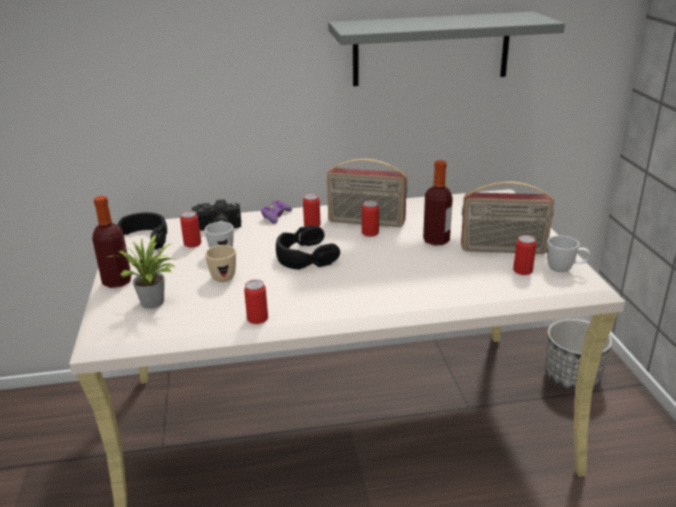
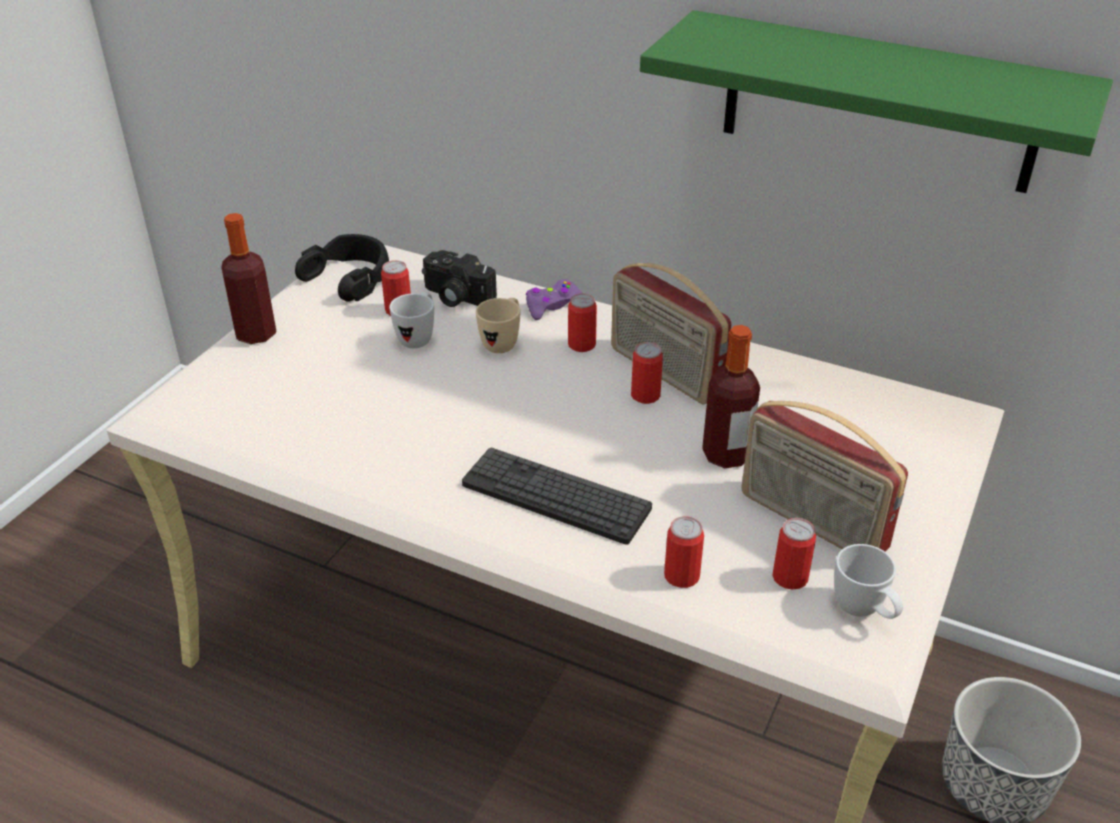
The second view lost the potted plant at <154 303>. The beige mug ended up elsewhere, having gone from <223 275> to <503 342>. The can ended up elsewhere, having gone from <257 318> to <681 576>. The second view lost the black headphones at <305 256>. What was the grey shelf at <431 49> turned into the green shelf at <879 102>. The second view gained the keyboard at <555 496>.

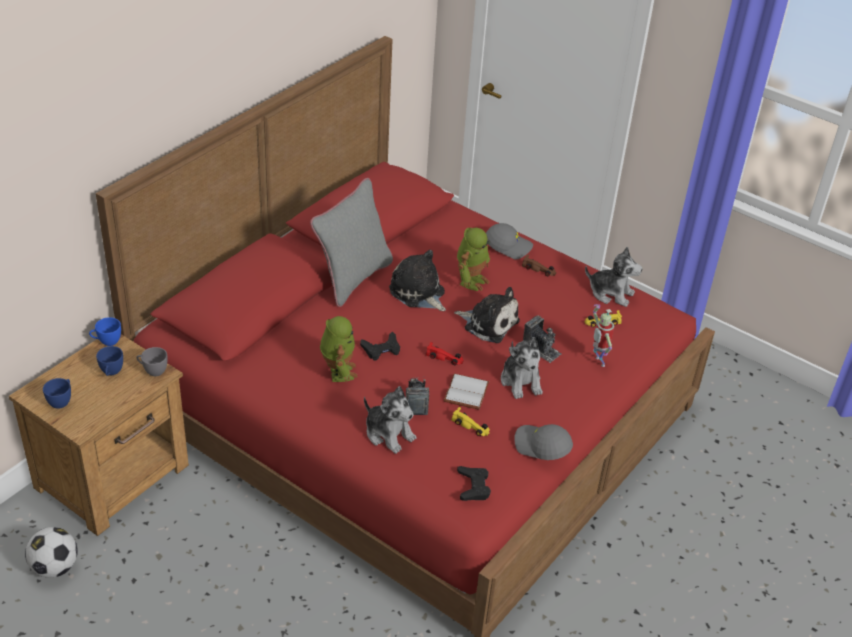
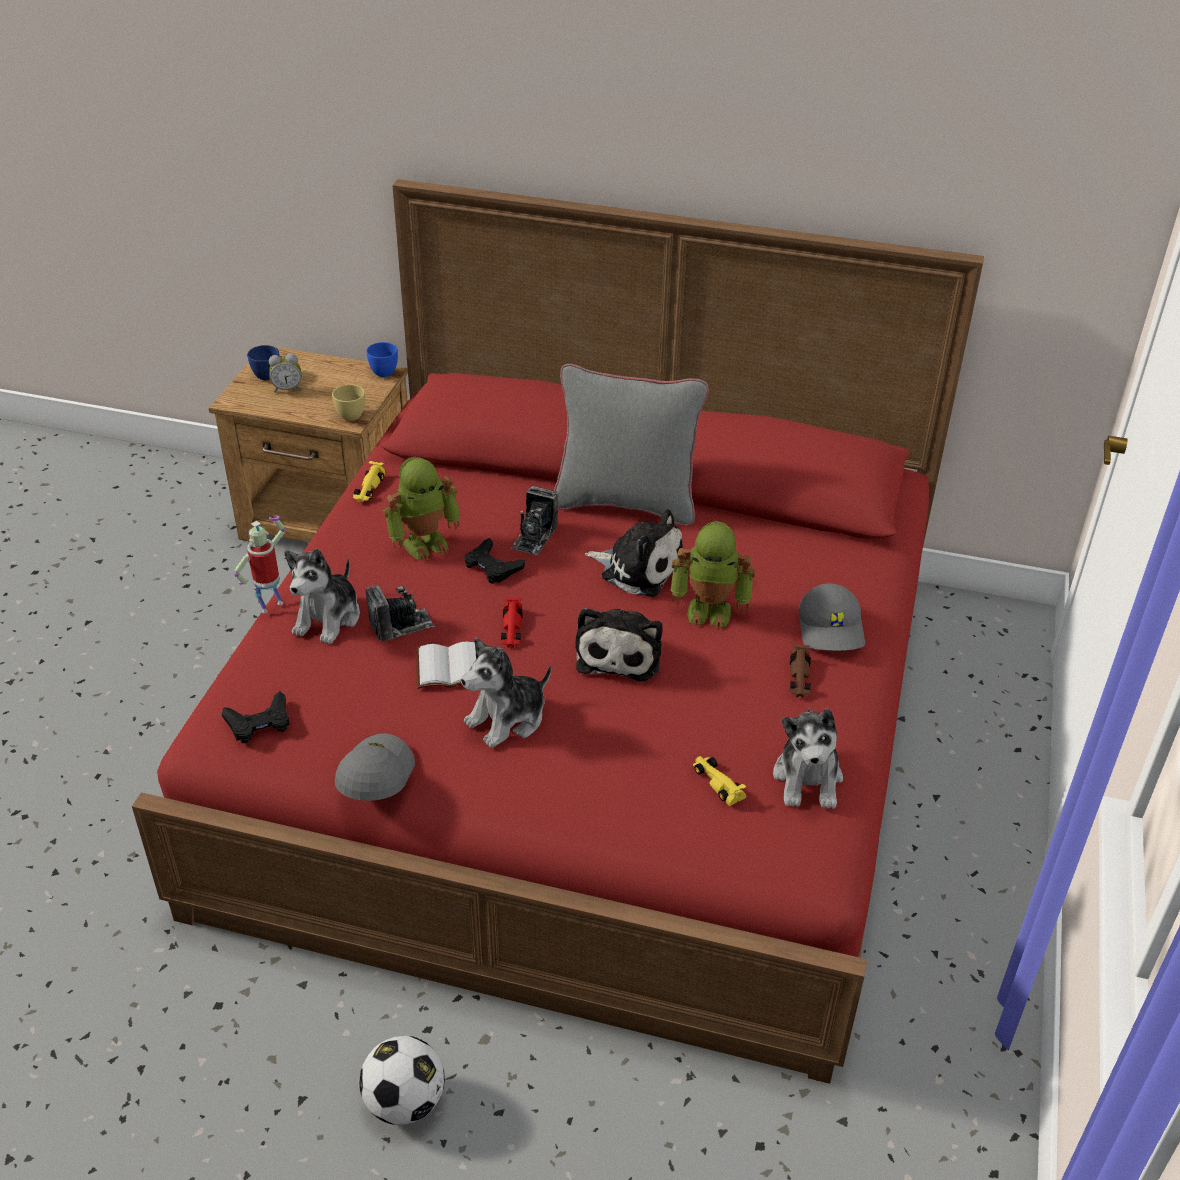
The football ended up elsewhere, having gone from <55 567> to <405 1102>. The second view lost the blue cup at <111 372>. What was the grey cup at <153 371> turned into the yellow cup at <351 413>. The plush toy at <418 293> ended up facing another way, 90 degrees clockwise from before. The yellow toy car ended up elsewhere, having gone from <471 426> to <369 488>. The photo camera ended up elsewhere, having gone from <541 349> to <534 537>. The toy robot ended up elsewhere, having gone from <597 362> to <271 605>. The second view gained the alarm clock at <287 389>.

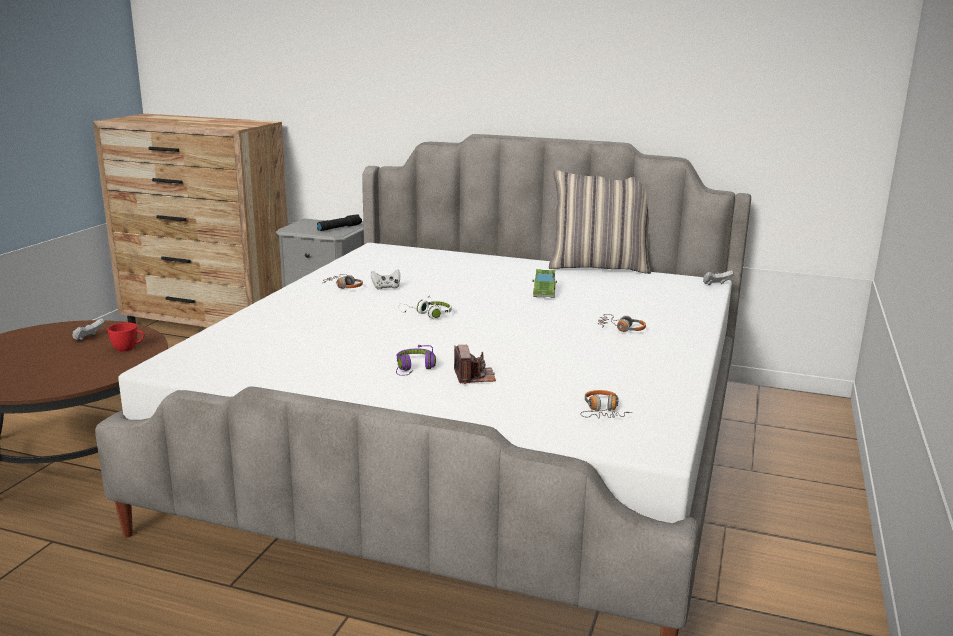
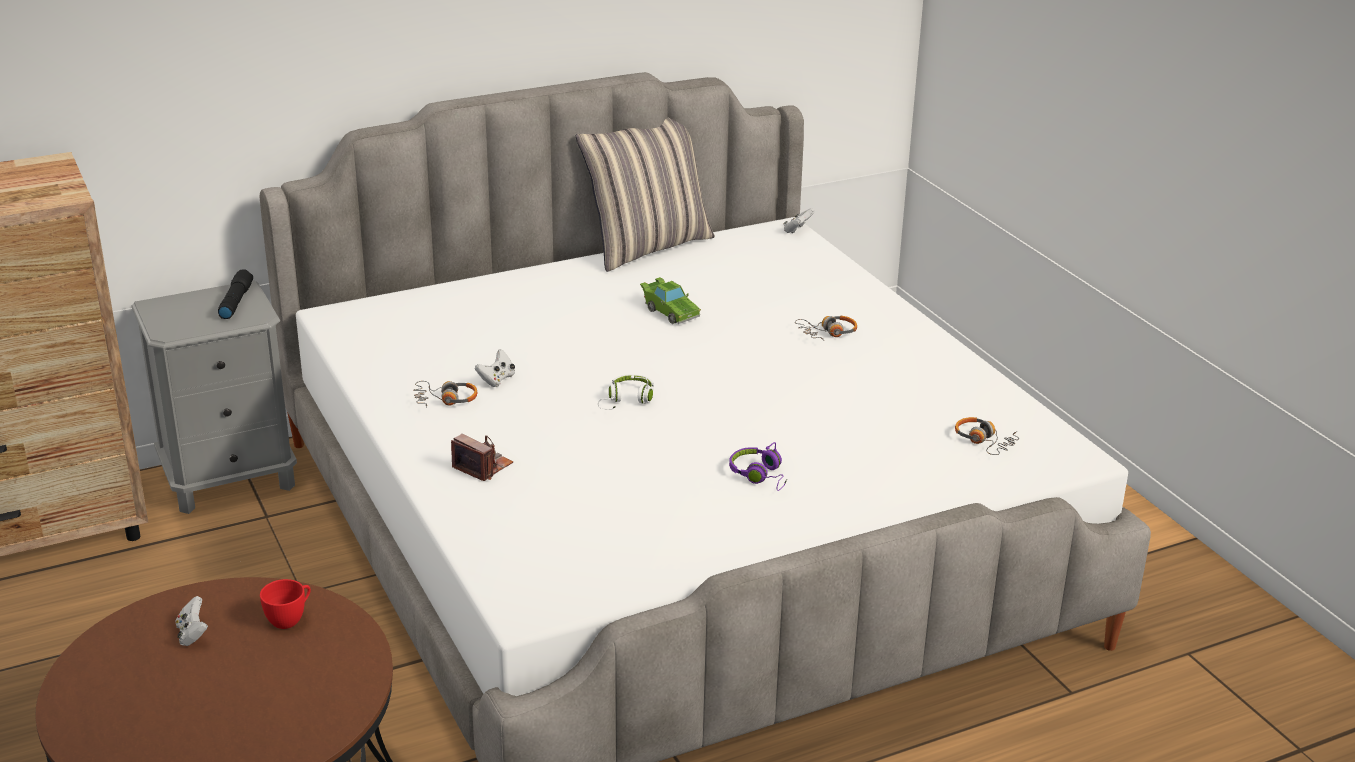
The photo camera ended up elsewhere, having gone from <474 377> to <483 467>.

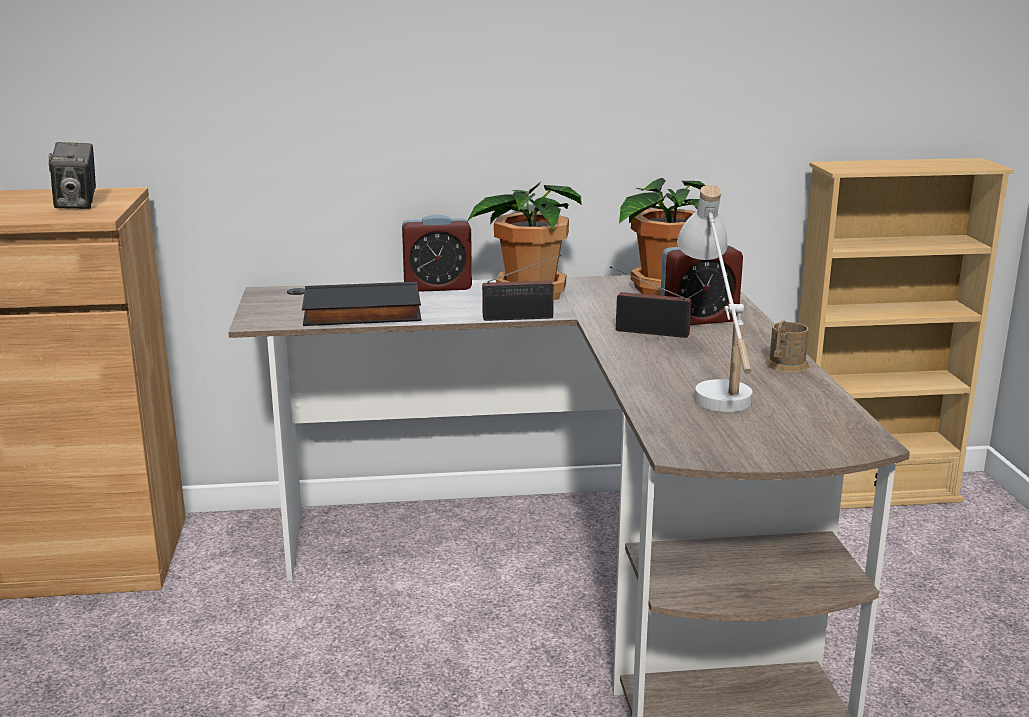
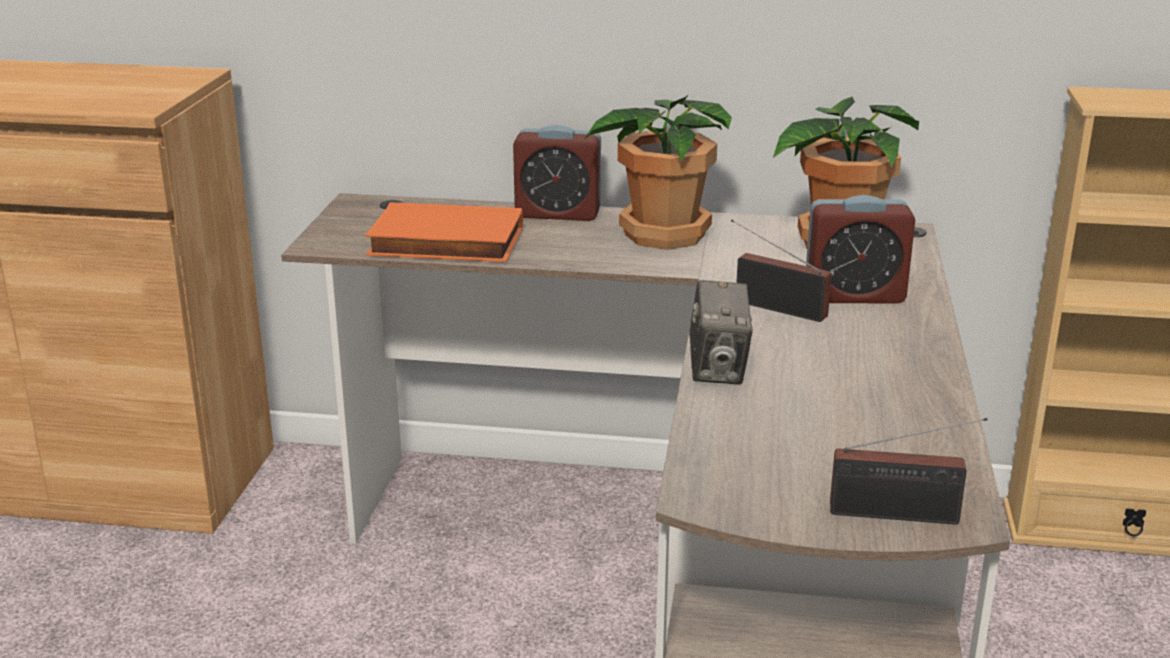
The photo camera ended up elsewhere, having gone from <77 205> to <718 370>. What was the black book at <361 313> turned into the orange book at <444 243>. The radio ended up elsewhere, having gone from <522 318> to <901 515>. The second view lost the white table lamp at <714 385>. The second view lost the brown mug at <784 366>.

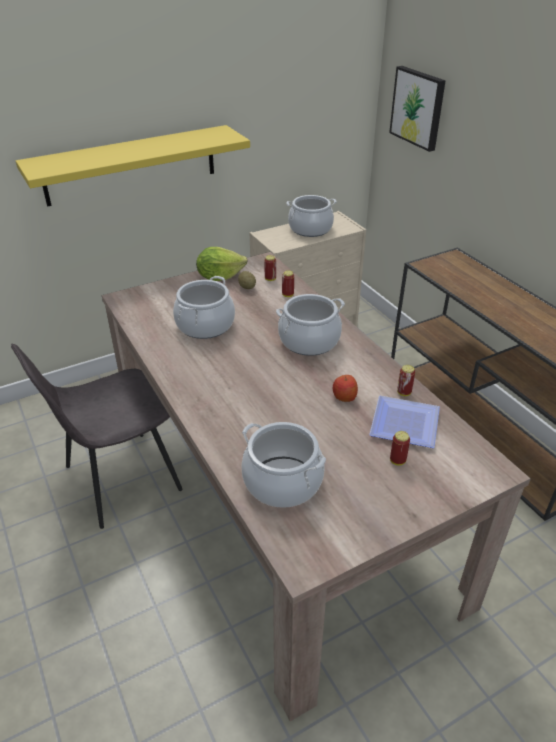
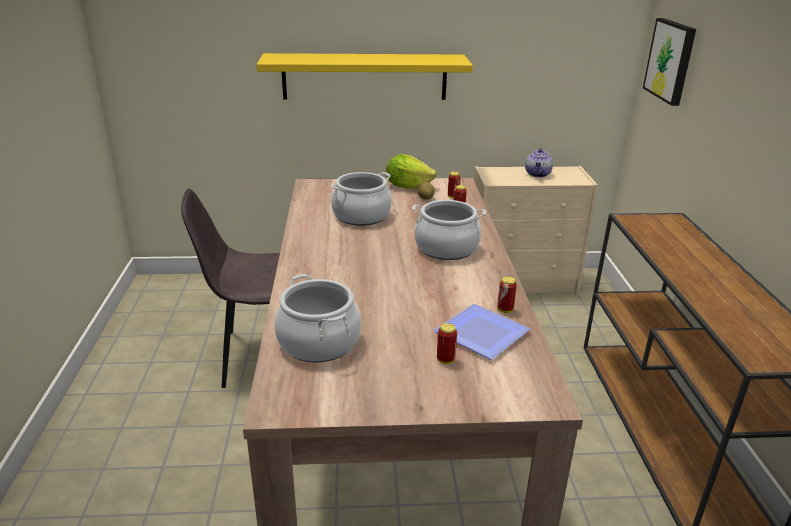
Where the cooking pot stood at <310 229>, the teapot came to stand at <538 174>. The second view lost the apple at <344 396>.

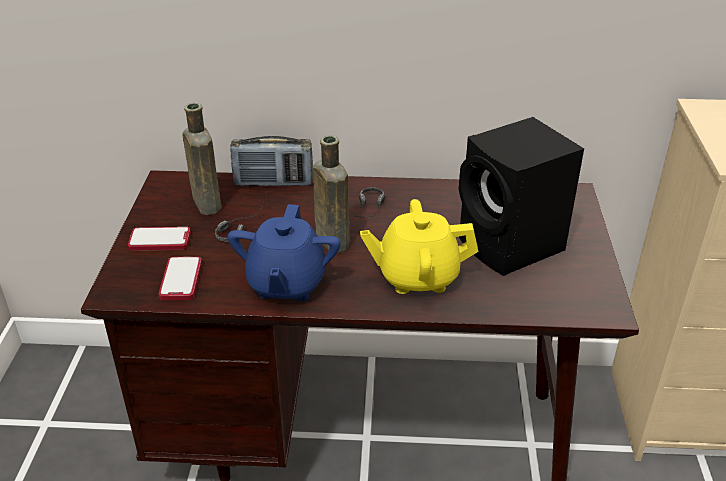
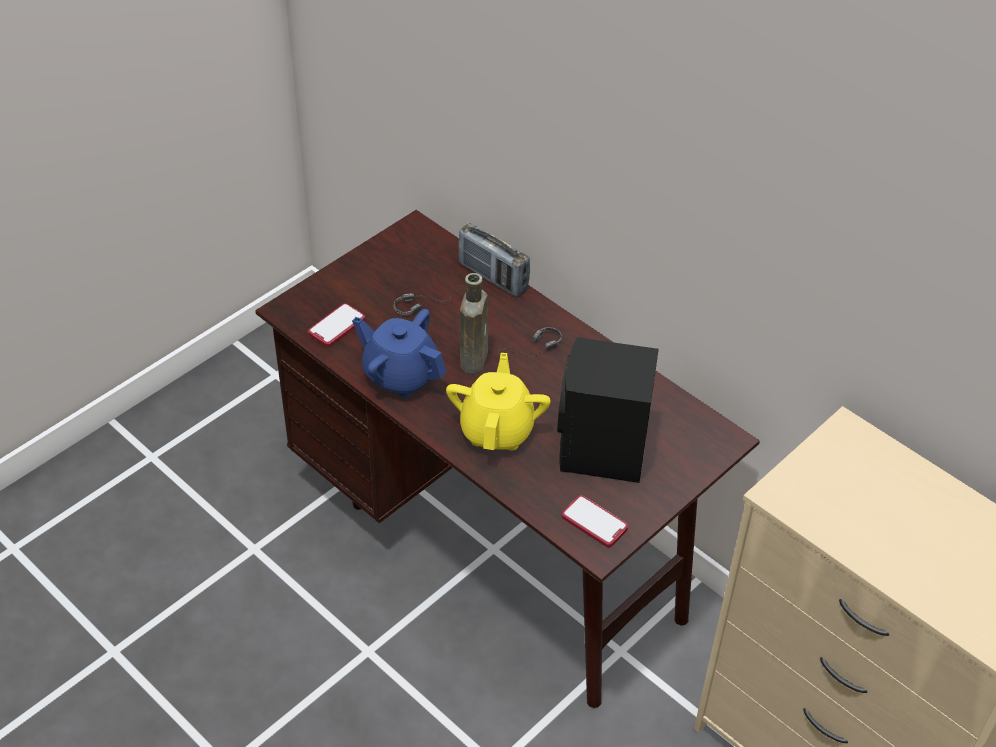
The phone ended up elsewhere, having gone from <160 240> to <594 523>. The second view lost the brown bottle at <206 203>. The blue teapot at <286 284> ended up facing another way, 75 degrees clockwise from before. The yellow teapot at <417 276> ended up facing another way, 60 degrees clockwise from before.

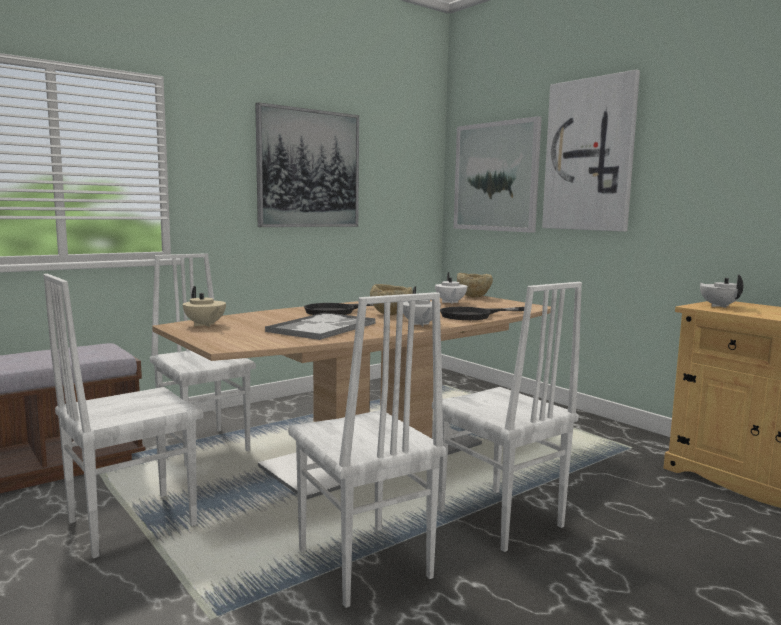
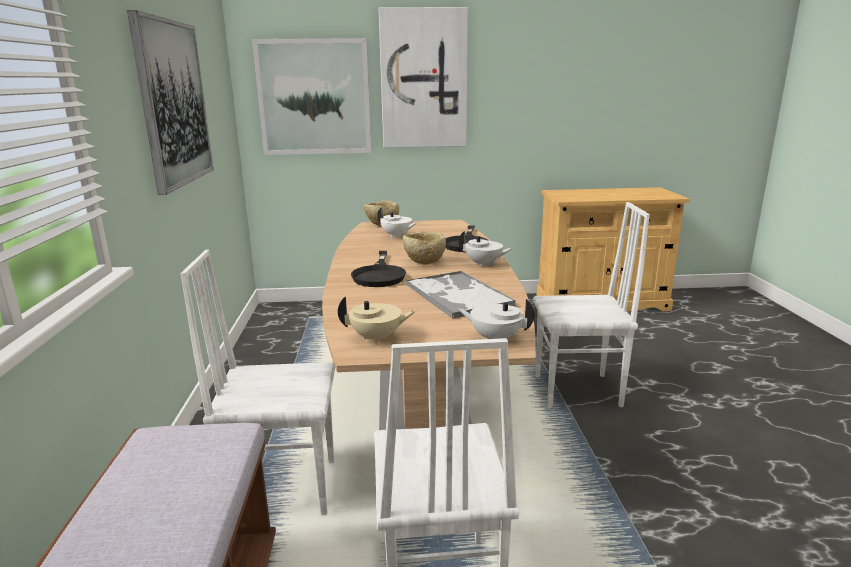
The second view lost the white chair at <362 565>. The white teapot ended up elsewhere, having gone from <719 306> to <495 338>.

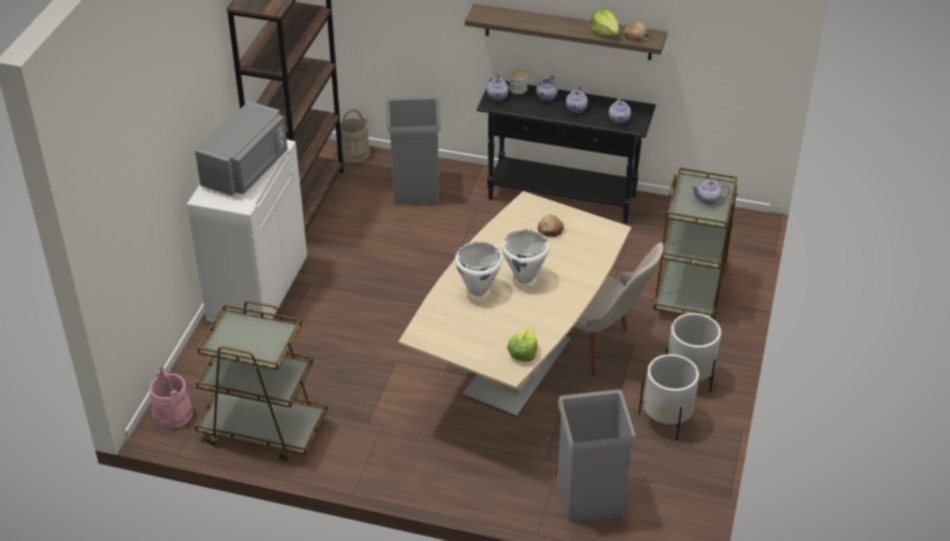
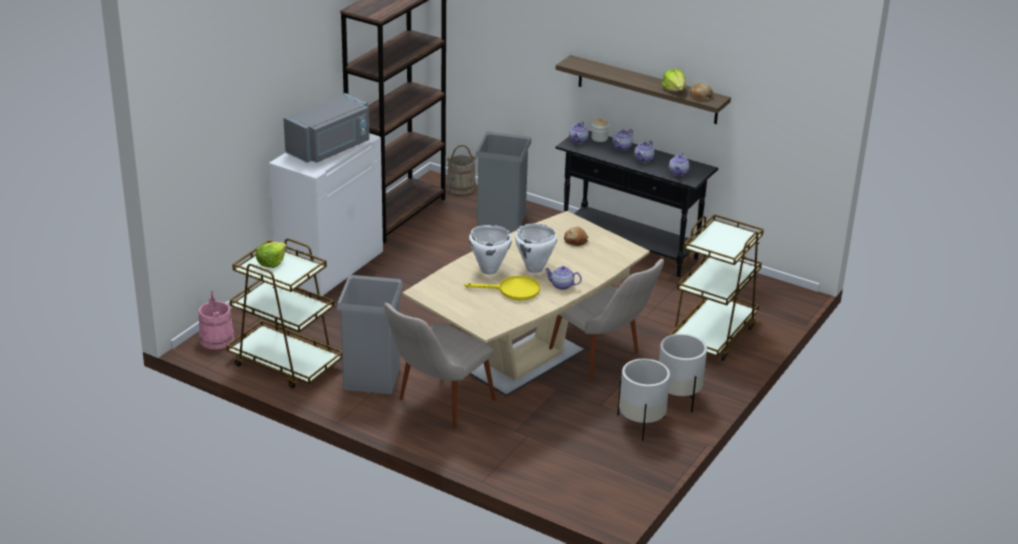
The lettuce ended up elsewhere, having gone from <523 352> to <271 262>. The grey trash can ended up elsewhere, having gone from <589 496> to <371 377>. The teapot ended up elsewhere, having gone from <708 199> to <561 286>. The second view gained the beige chair at <436 406>. The second view gained the yellow frying pan at <513 291>.

